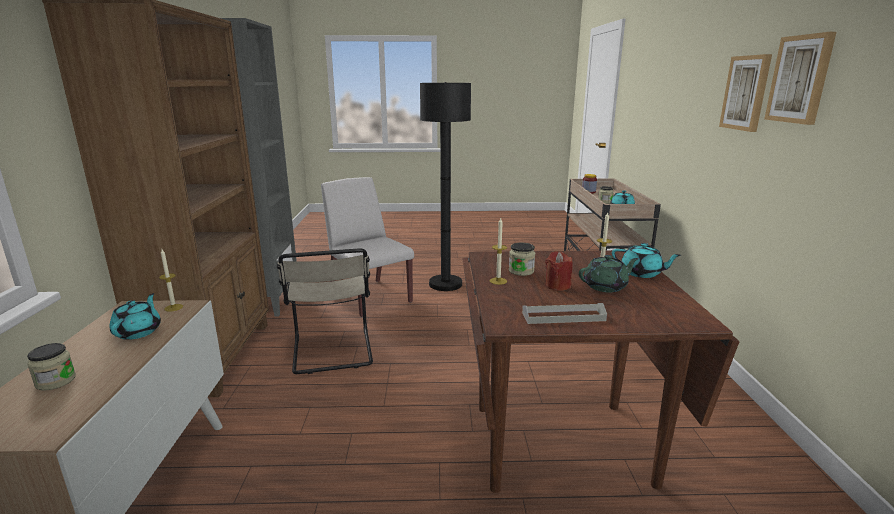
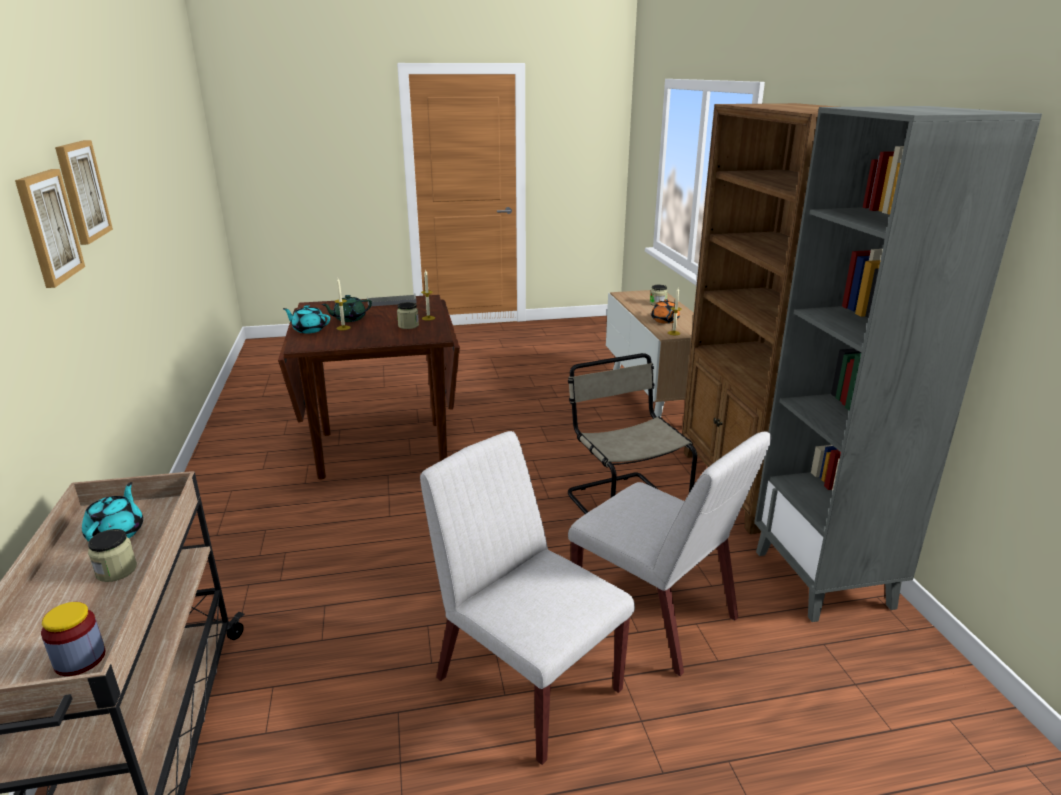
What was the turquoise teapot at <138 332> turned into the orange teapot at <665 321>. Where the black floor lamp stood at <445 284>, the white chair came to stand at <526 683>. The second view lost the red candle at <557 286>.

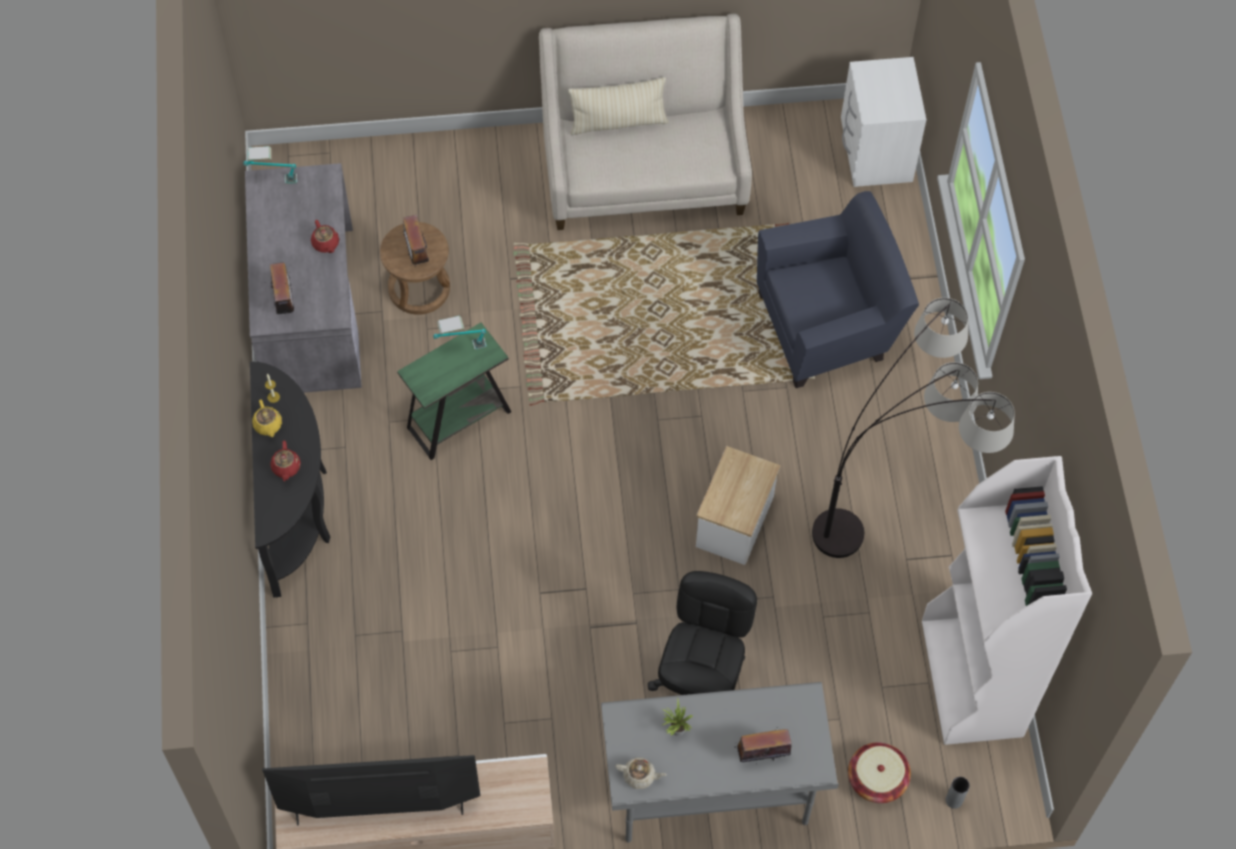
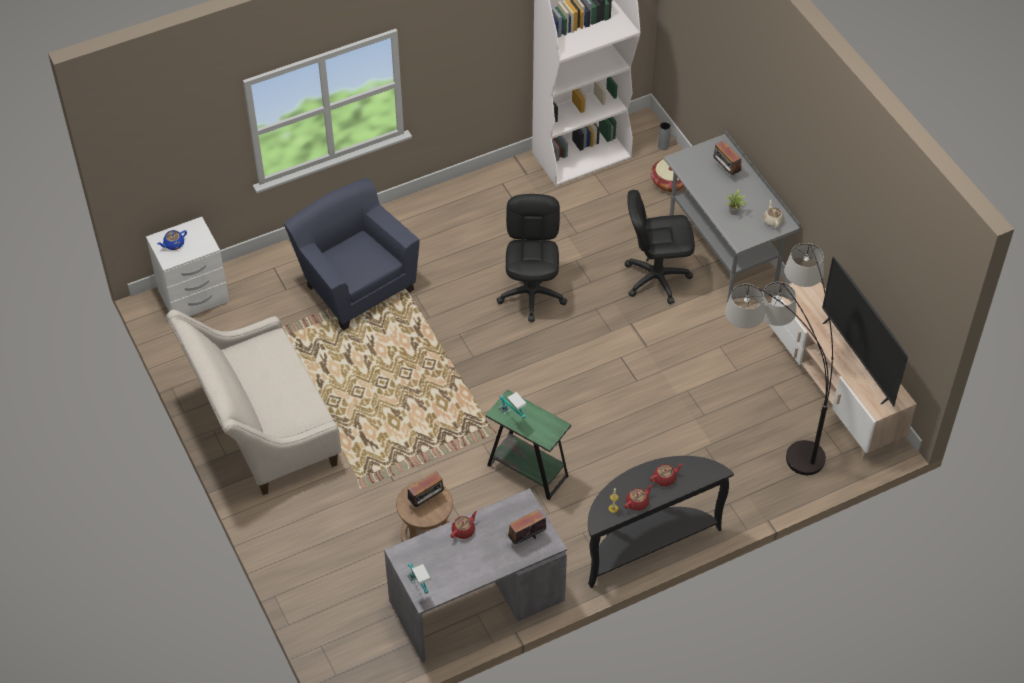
What was the yellow teapot at <268 425> turned into the red teapot at <637 502>. The second view lost the beige pillow at <618 123>. Where the side table stood at <733 521>, the black office chair came to stand at <532 294>. The floor lamp ended up elsewhere, having gone from <896 515> to <770 429>. The second view gained the blue teapot at <173 244>.

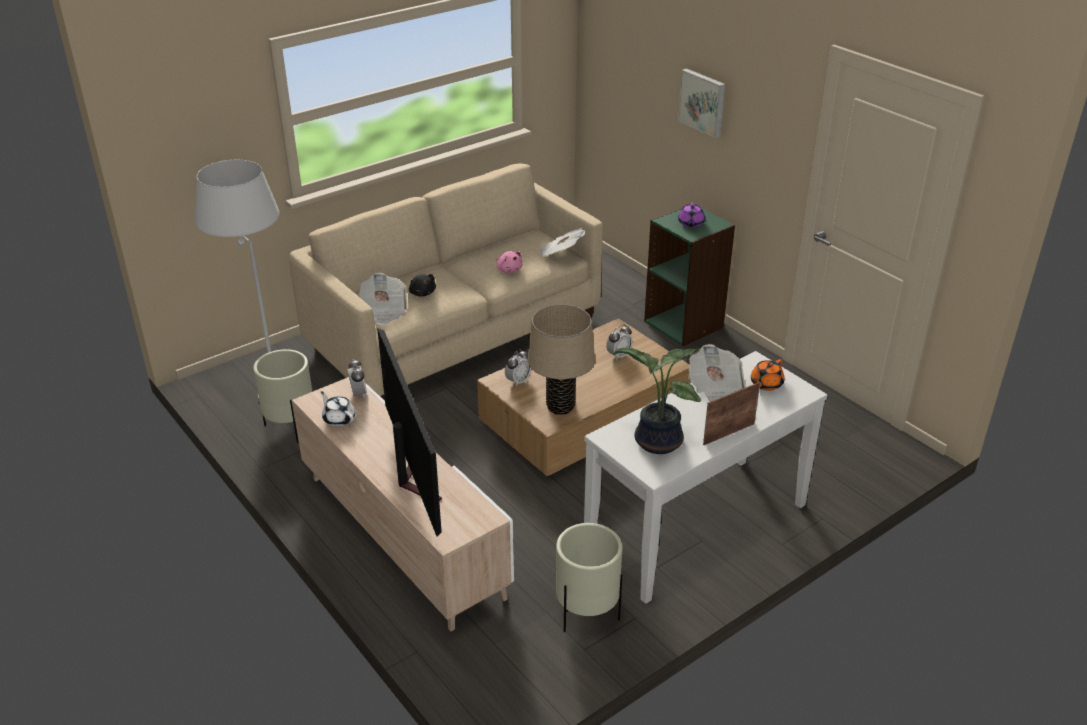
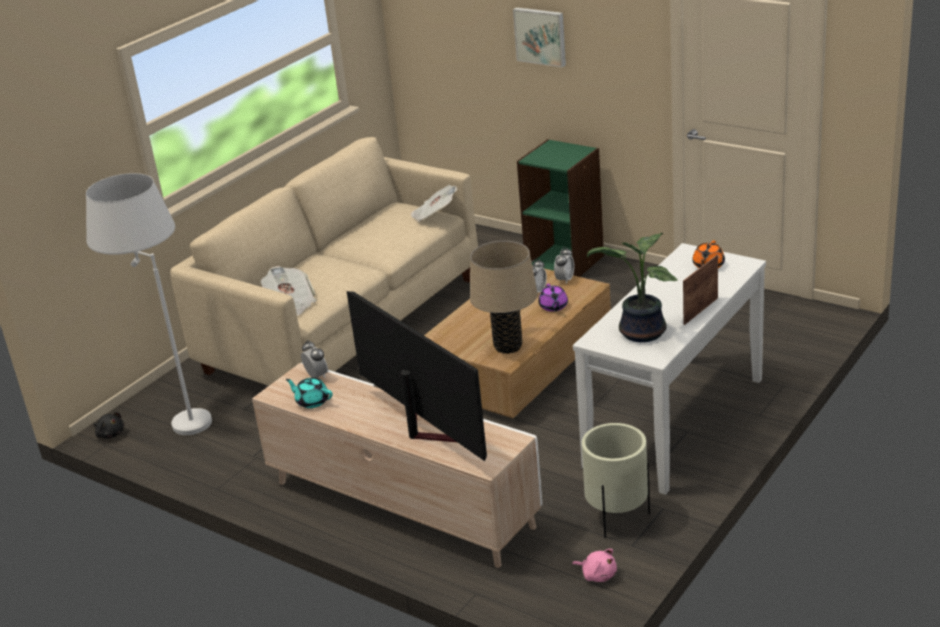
The second view lost the beige planter at <290 427>. What was the white teapot at <339 419> turned into the turquoise teapot at <312 401>. The black plush toy ended up elsewhere, having gone from <422 293> to <110 434>. The pink plush toy ended up elsewhere, having gone from <509 269> to <597 575>. The alarm clock ended up elsewhere, having gone from <518 381> to <564 279>. The purple teapot ended up elsewhere, having gone from <690 223> to <553 307>. The second view lost the newspaper at <715 390>.

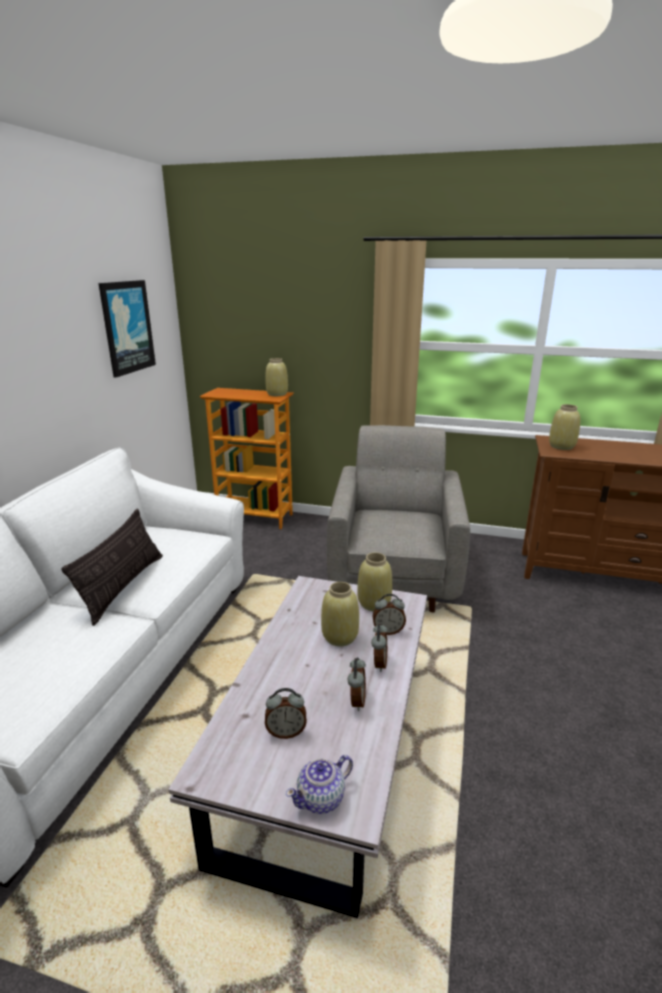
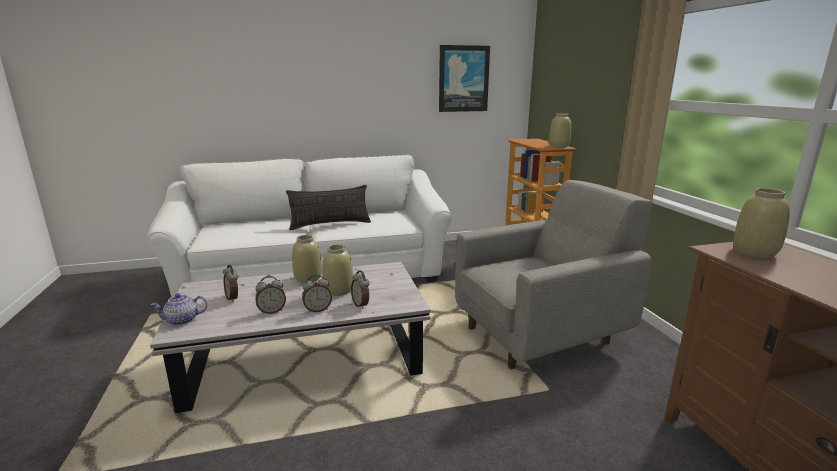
The teapot at <321 798> ended up facing another way, 45 degrees counterclockwise from before. The beige vase ended up elsewhere, having gone from <374 604> to <308 279>.

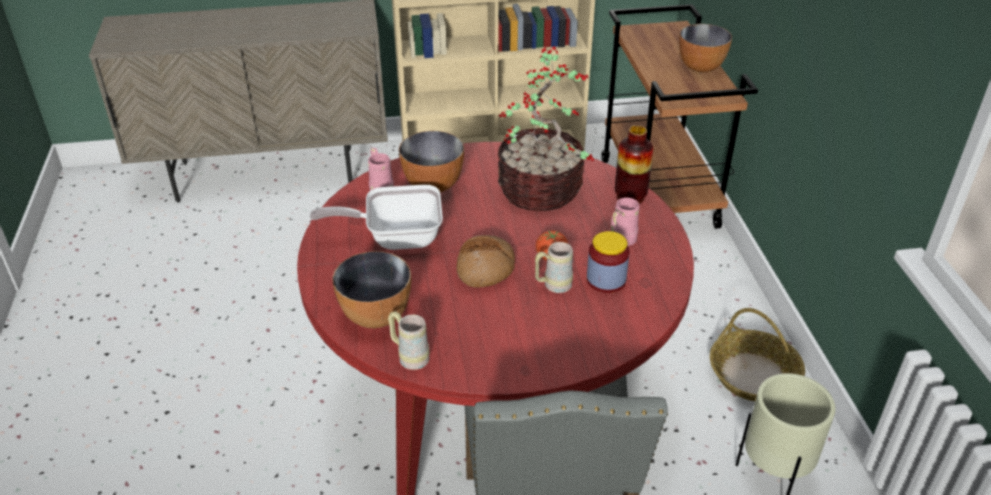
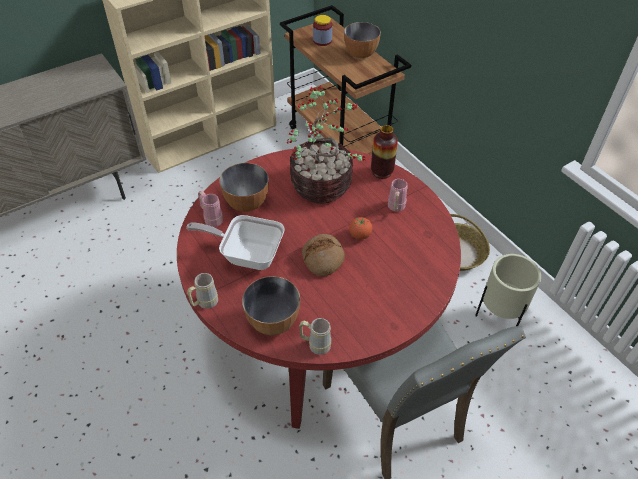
The frying pan at <396 237> ended up facing another way, 45 degrees clockwise from before. The beige mug ended up elsewhere, having gone from <552 286> to <204 303>. The jar ended up elsewhere, having gone from <606 280> to <322 41>.

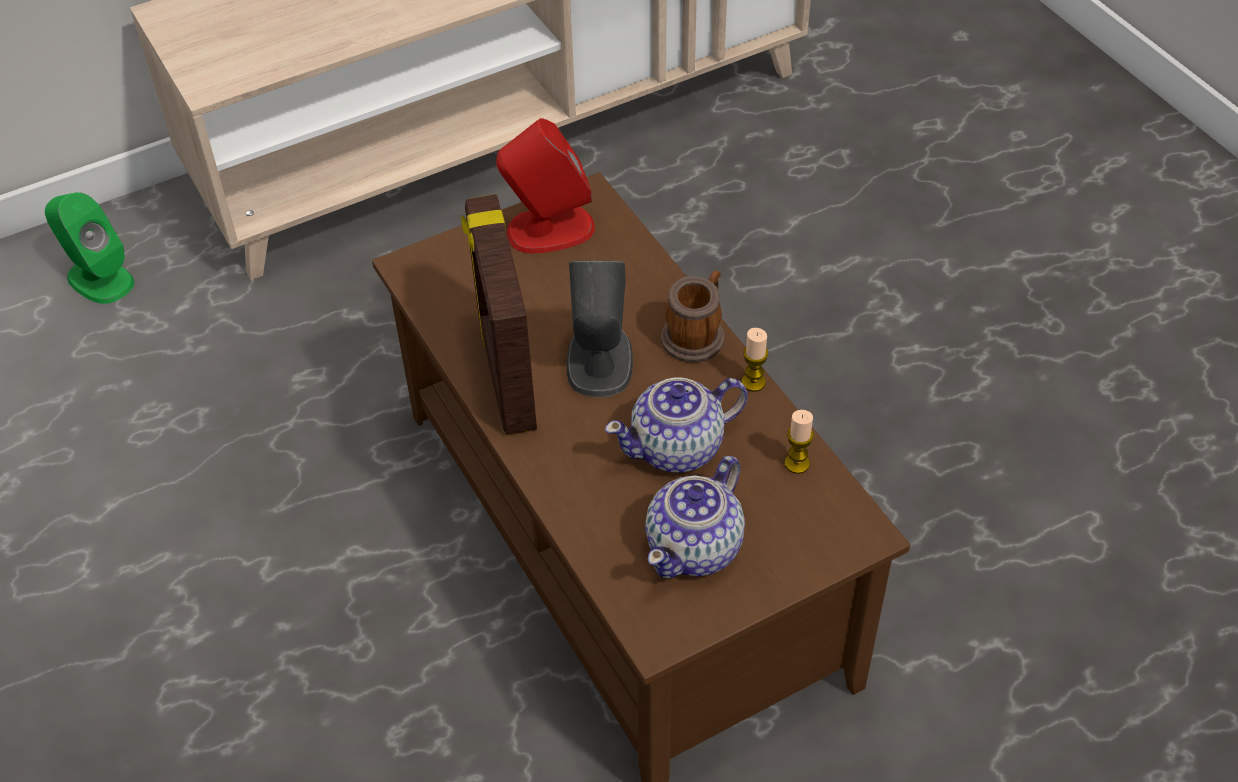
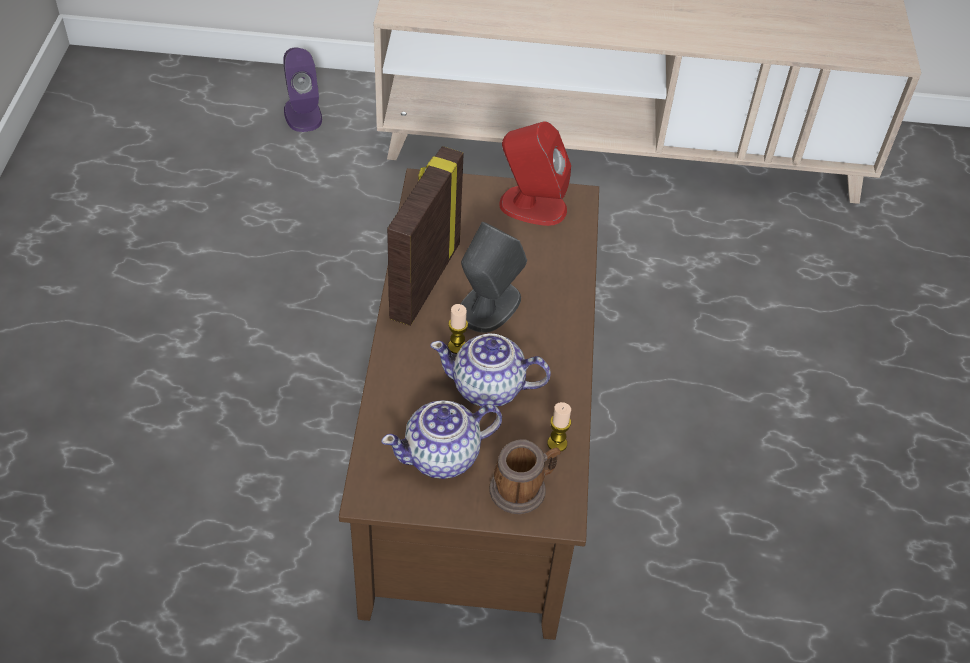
What was the green speaker at <100 279> turned into the purple speaker at <302 114>. The mug ended up elsewhere, having gone from <696 334> to <523 488>. The candle ended up elsewhere, having gone from <753 382> to <457 346>.

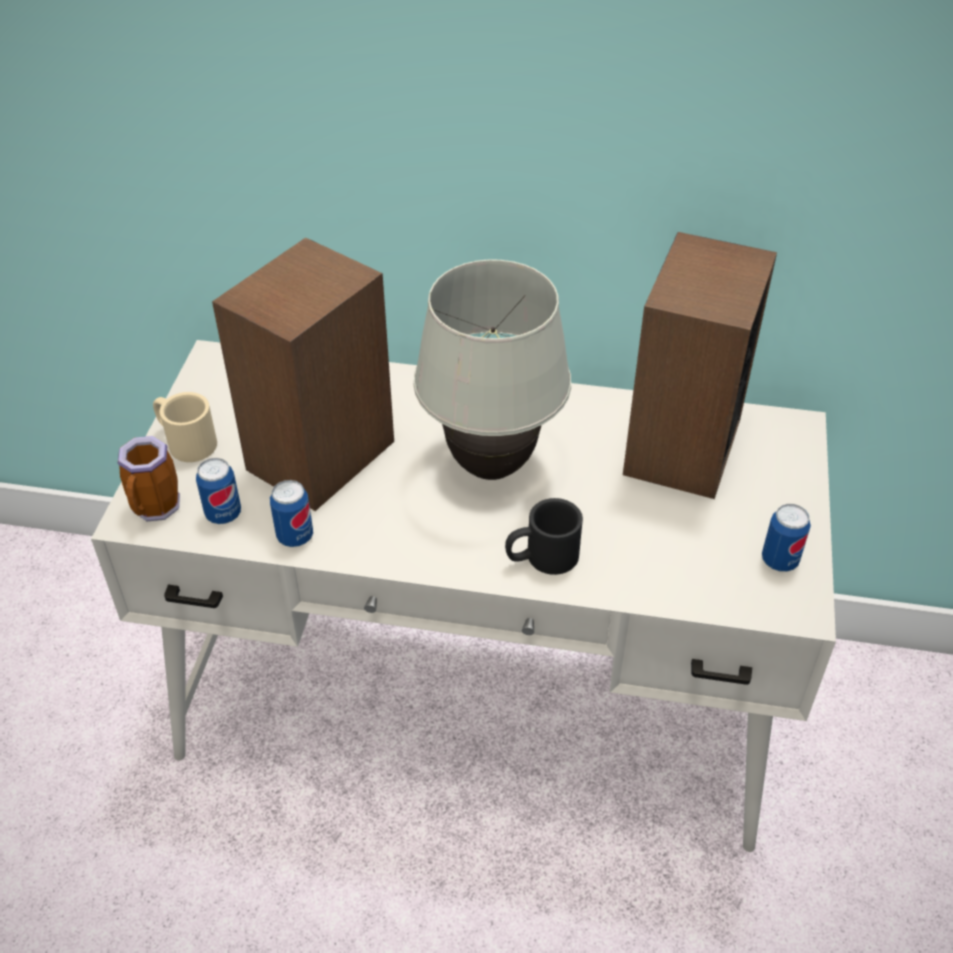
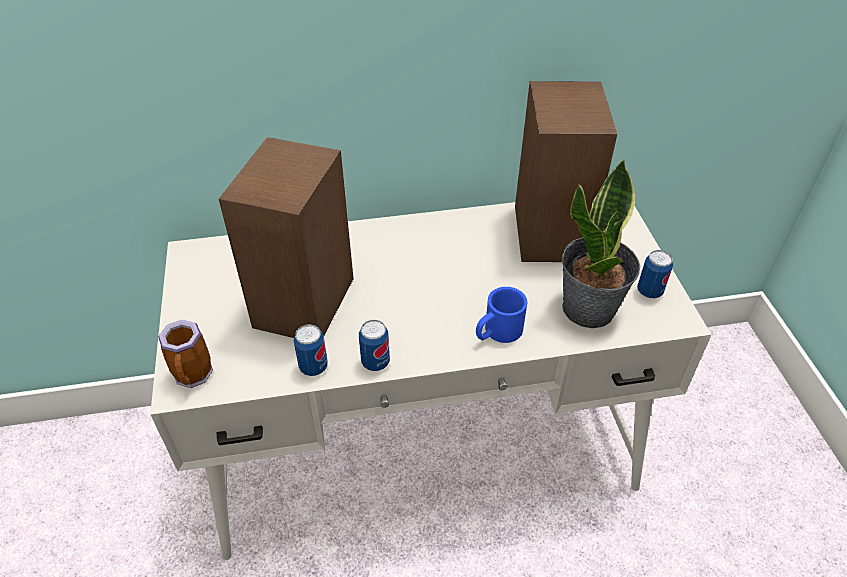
The second view lost the beige mug at <185 441>. The can ended up elsewhere, having gone from <223 514> to <375 362>. The second view lost the white table lamp at <491 465>. What was the black mug at <541 557> turned into the blue mug at <497 332>. The second view gained the potted plant at <589 309>.

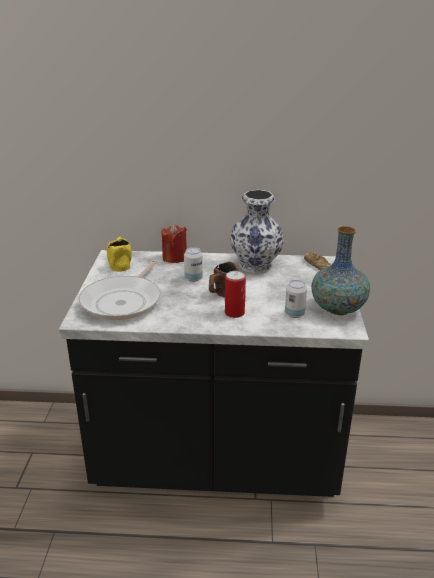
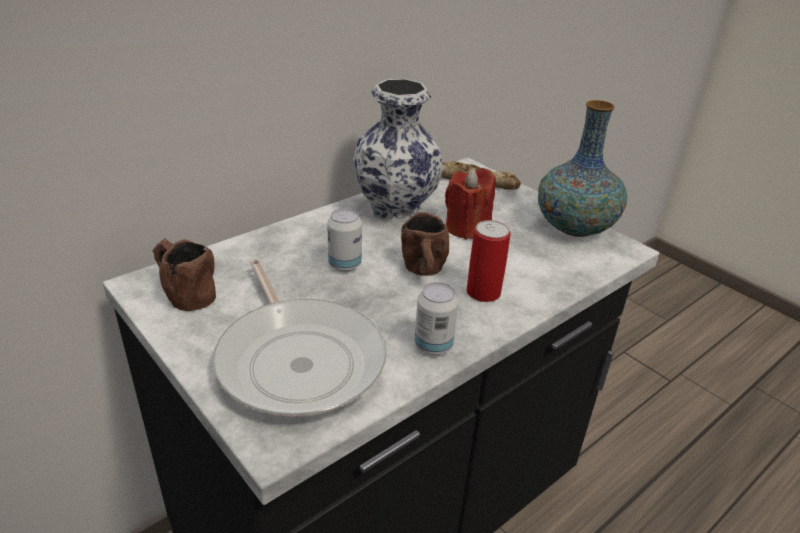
What was the yellow mug at <120 264> turned into the brown mug at <183 293>. The red candle ended up elsewhere, having gone from <174 258> to <467 228>. The can ended up elsewhere, having gone from <294 314> to <433 345>.

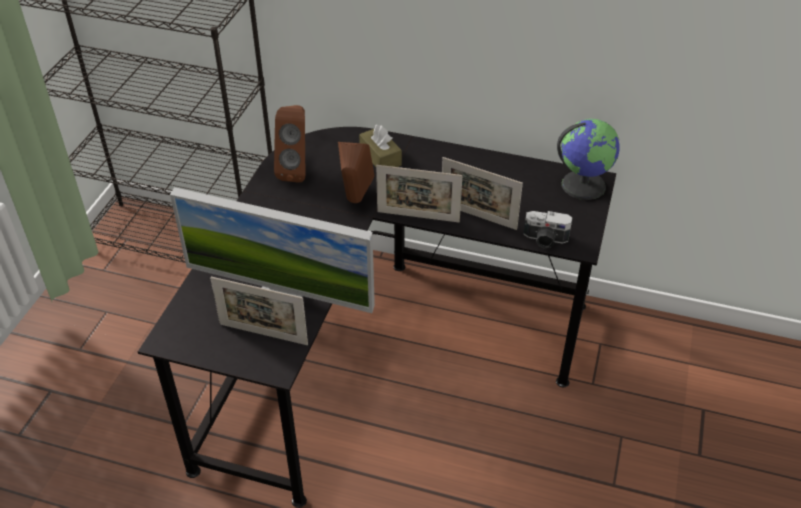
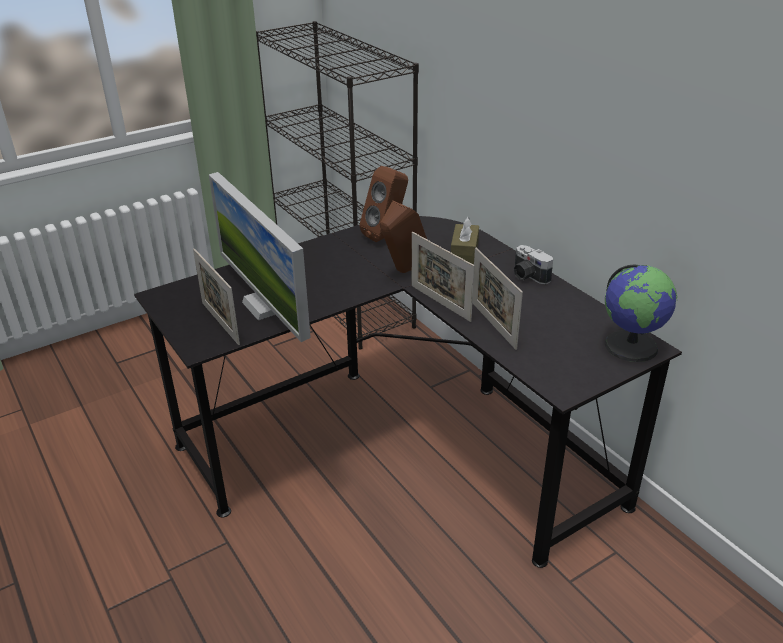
The photo camera ended up elsewhere, having gone from <545 240> to <528 276>.

